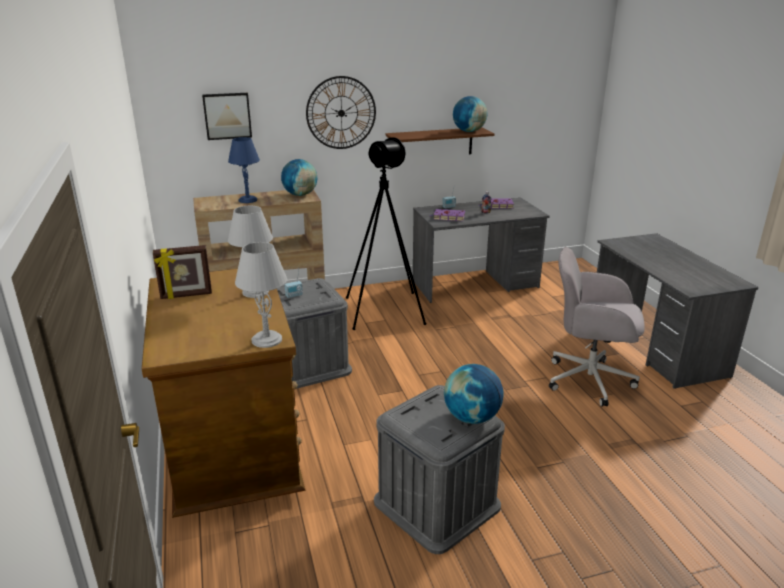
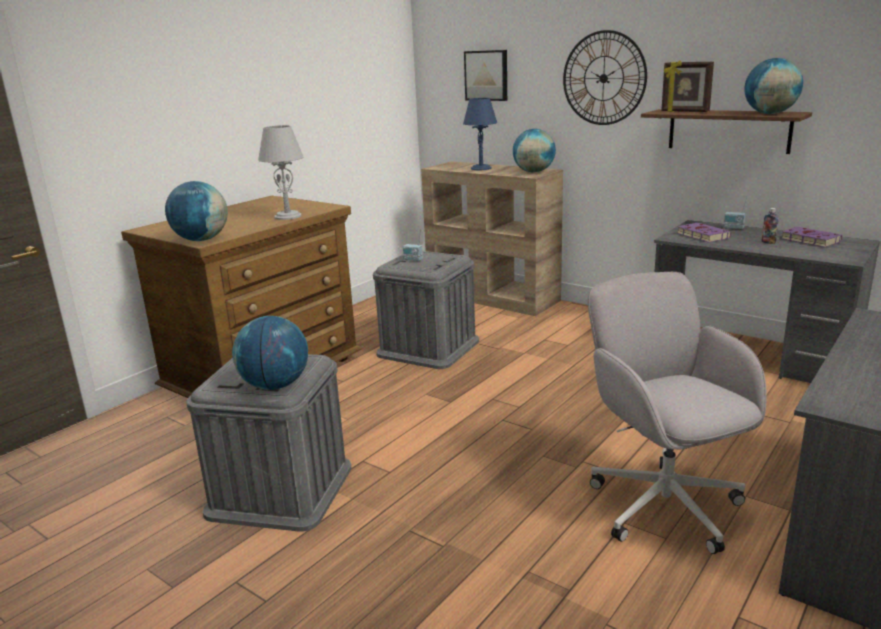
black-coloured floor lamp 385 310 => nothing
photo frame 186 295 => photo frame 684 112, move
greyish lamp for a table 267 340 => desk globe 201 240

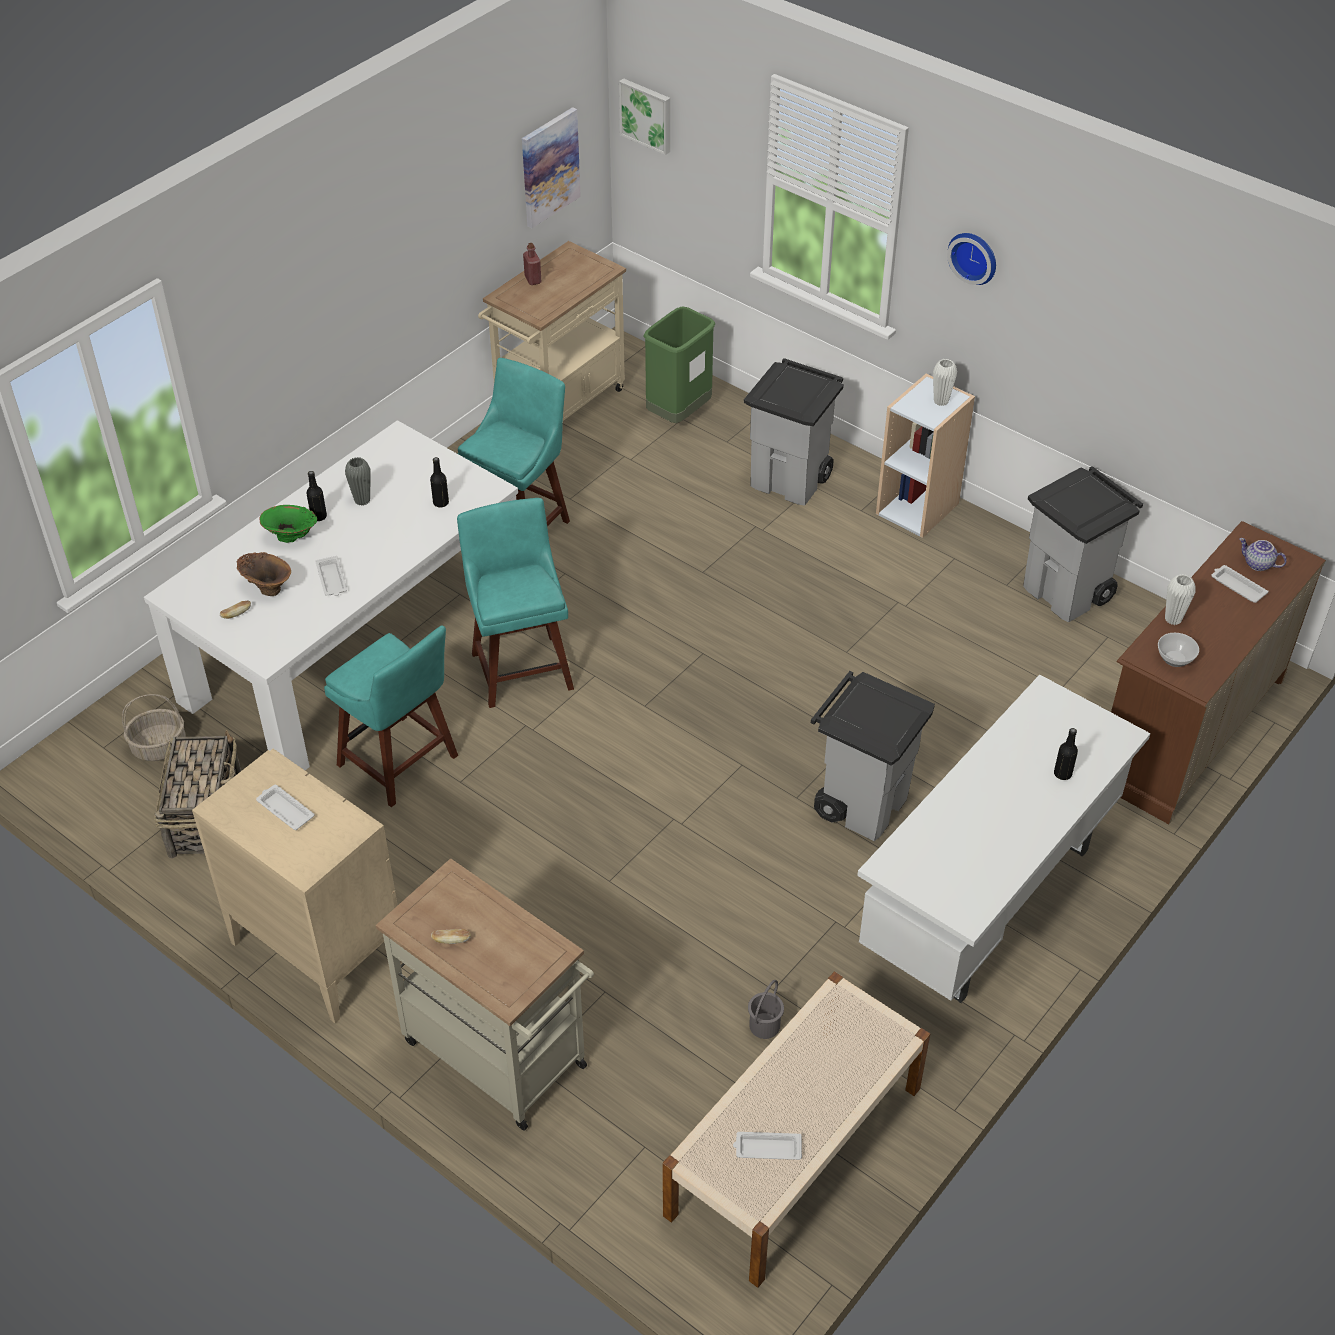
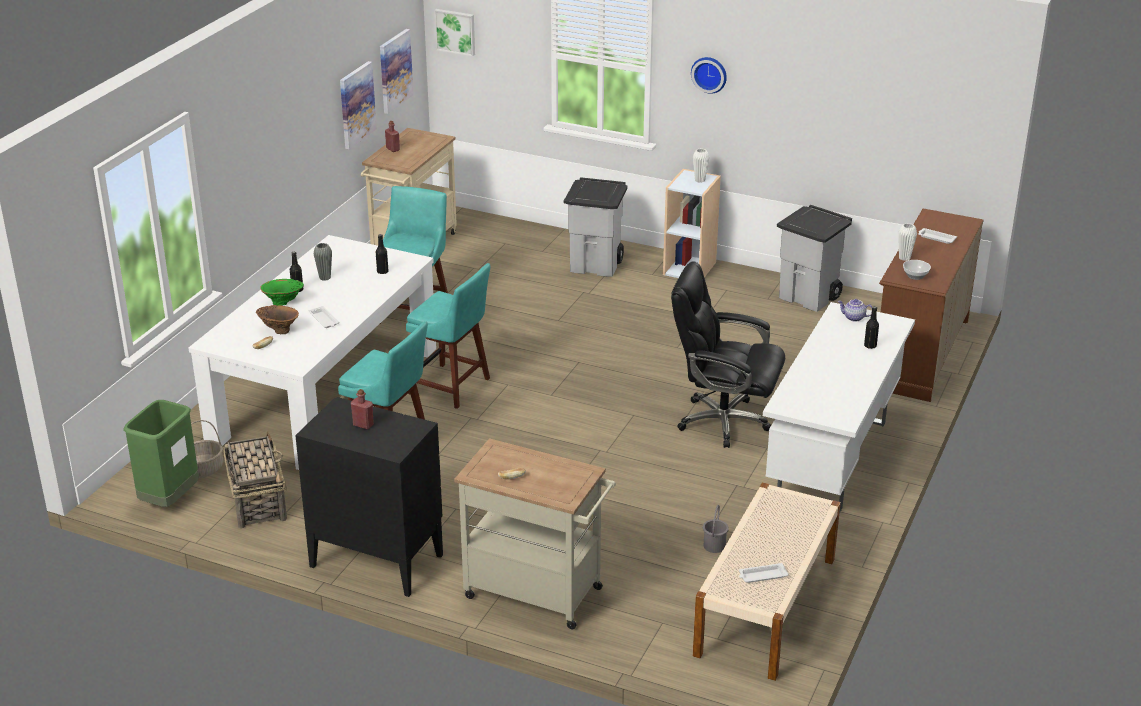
nothing => wall art 356 104
greenish waste bin 679 414 => greenish waste bin 170 500, move
teapot 1257 564 => teapot 854 318, move
whitish serving tray 285 810 => red drink bottle 363 425
greyish waste bin 862 803 => black-coloured office chair 725 422
beige-coloured dresser 318 949 => black-coloured dresser 377 559
turquoise-coloured upright chair 521 666 => turquoise-coloured upright chair 453 387, 150 degrees clockwise

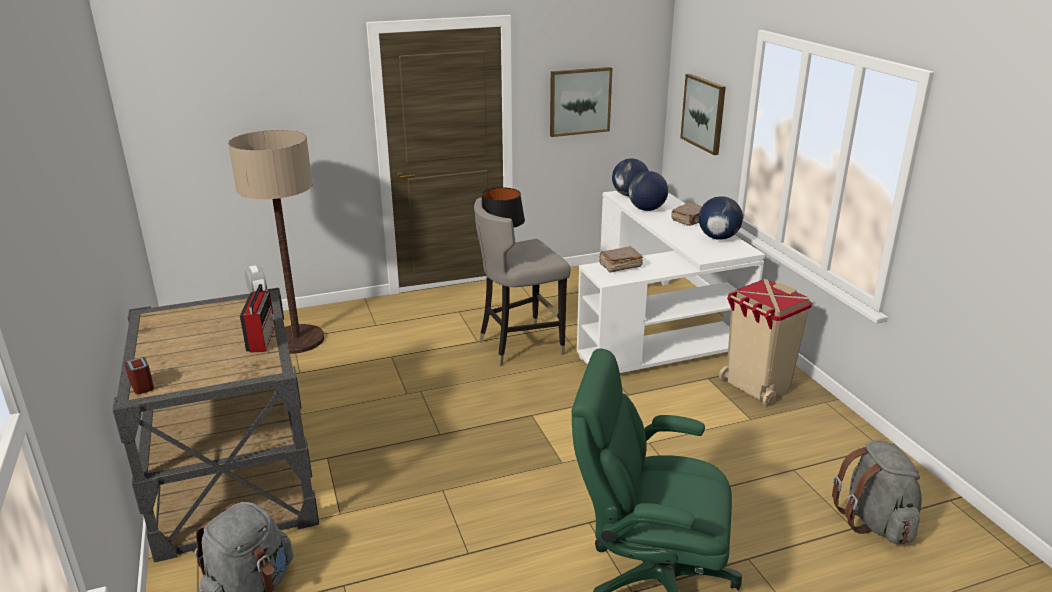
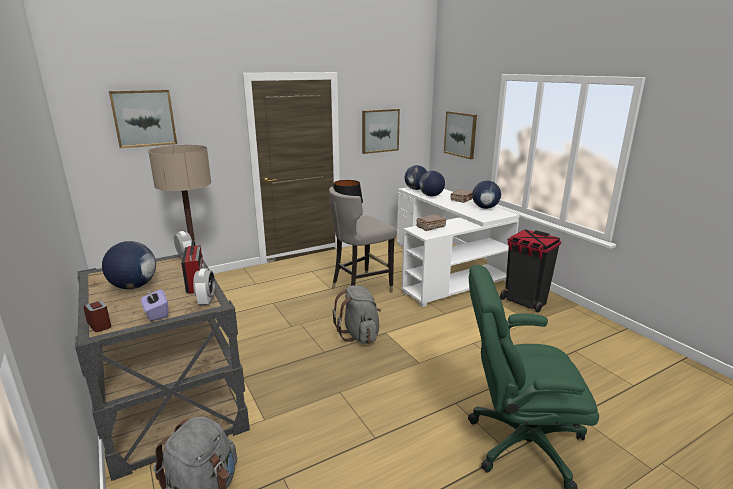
nothing => desk globe 133 286
nothing => wall art 144 118
nothing => purple-coloured box of tissues 156 314
nothing => bedside clock 206 300
greyish rucksack 875 521 => greyish rucksack 359 335, move
beige-coloured waste bin 756 388 => black-coloured waste bin 525 302

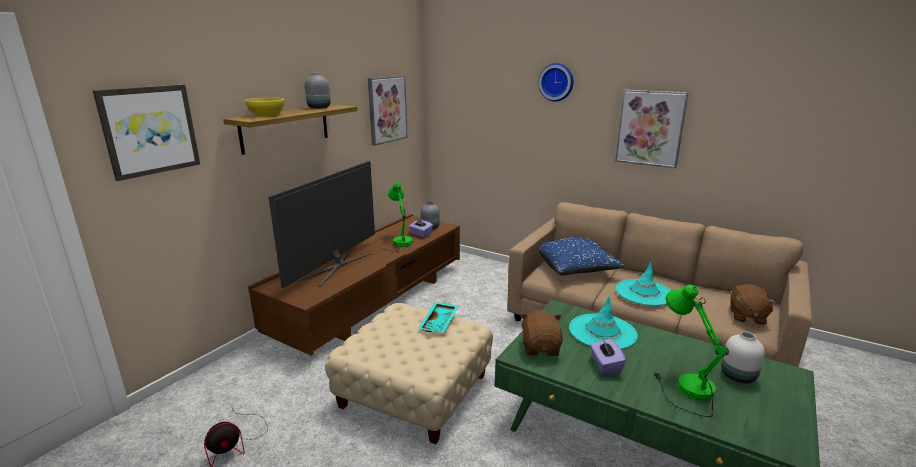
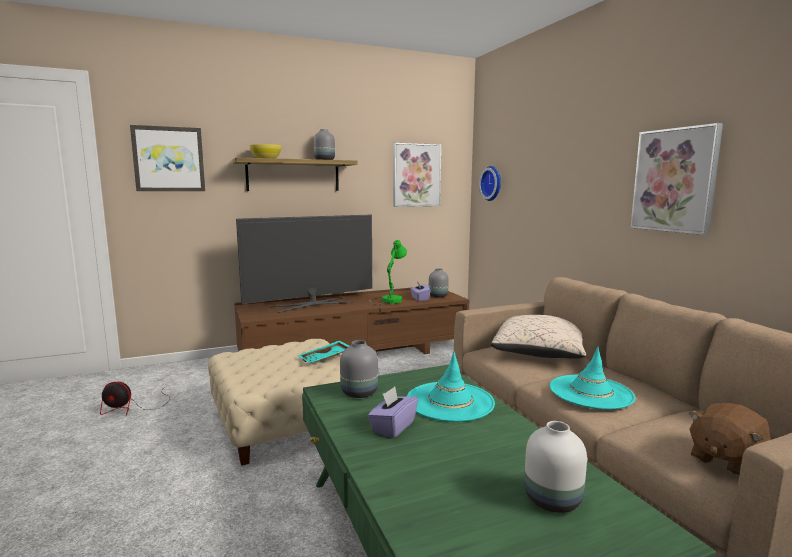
greenish lamp for a table 682 388 => nothing
hanging clock 556 82 => hanging clock 492 183, move
brown-coloured cuddly toy 541 348 => greyish vase 358 393
blue-coloured throw pillow 576 268 => beige-coloured throw pillow 540 353

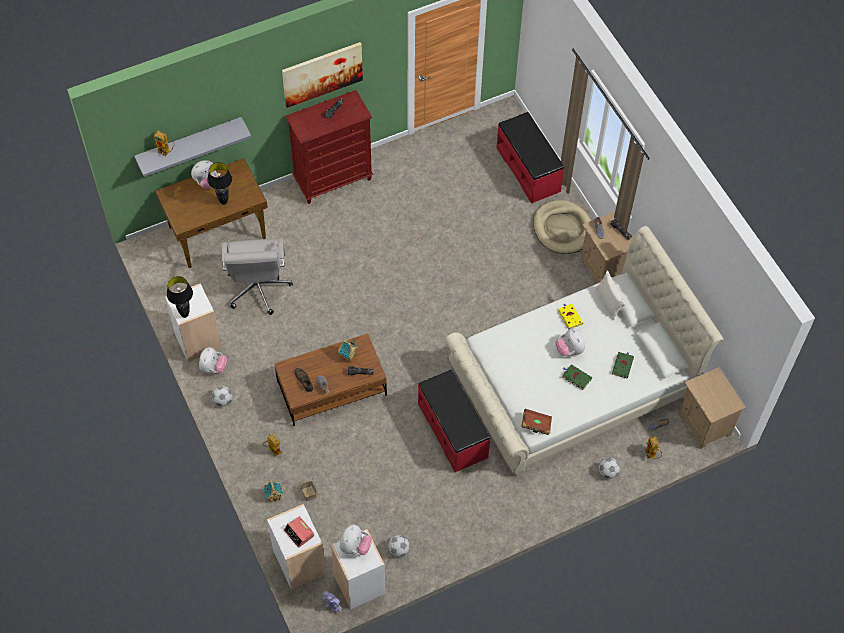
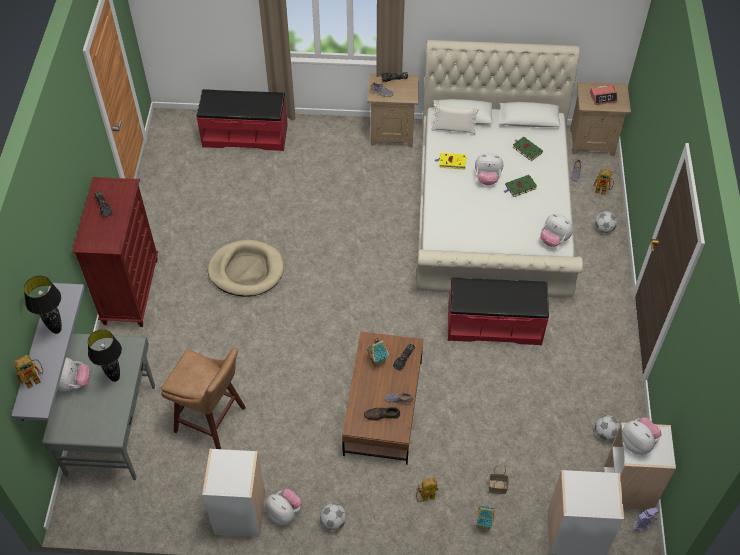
wall art 322 74 => nothing
black-coloured lamp for a table 184 315 => black-coloured lamp for a table 56 330, move
bedside clock 299 533 => bedside clock 603 97, move
beige-coloured dog bed 562 229 => beige-coloured dog bed 246 270, move
greyish office chair 258 287 => brown-coloured sitting stool 212 421
brown-coloured book 536 425 => cuddly toy 554 240
brown-coloured desk unit 218 233 => greyish desk unit 113 429

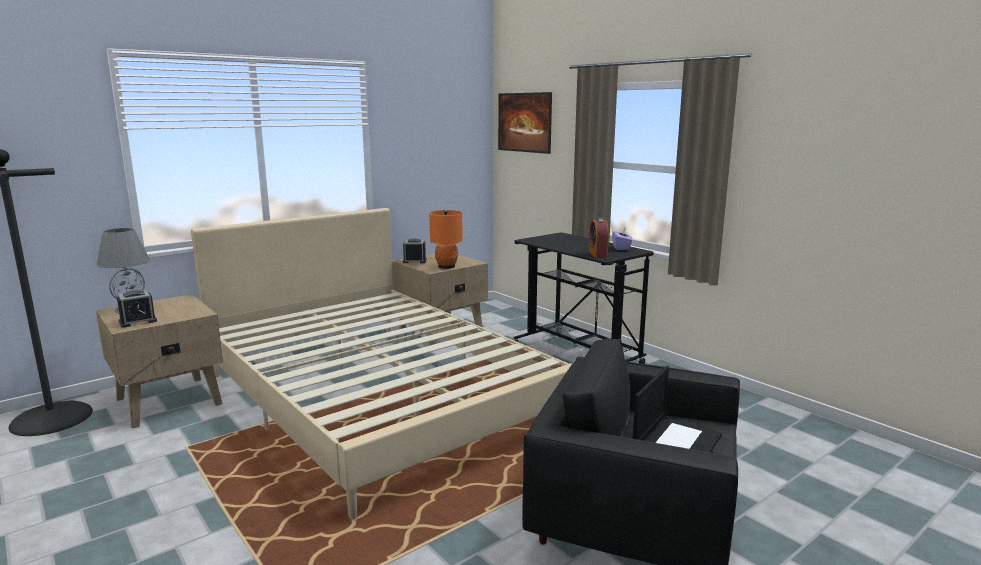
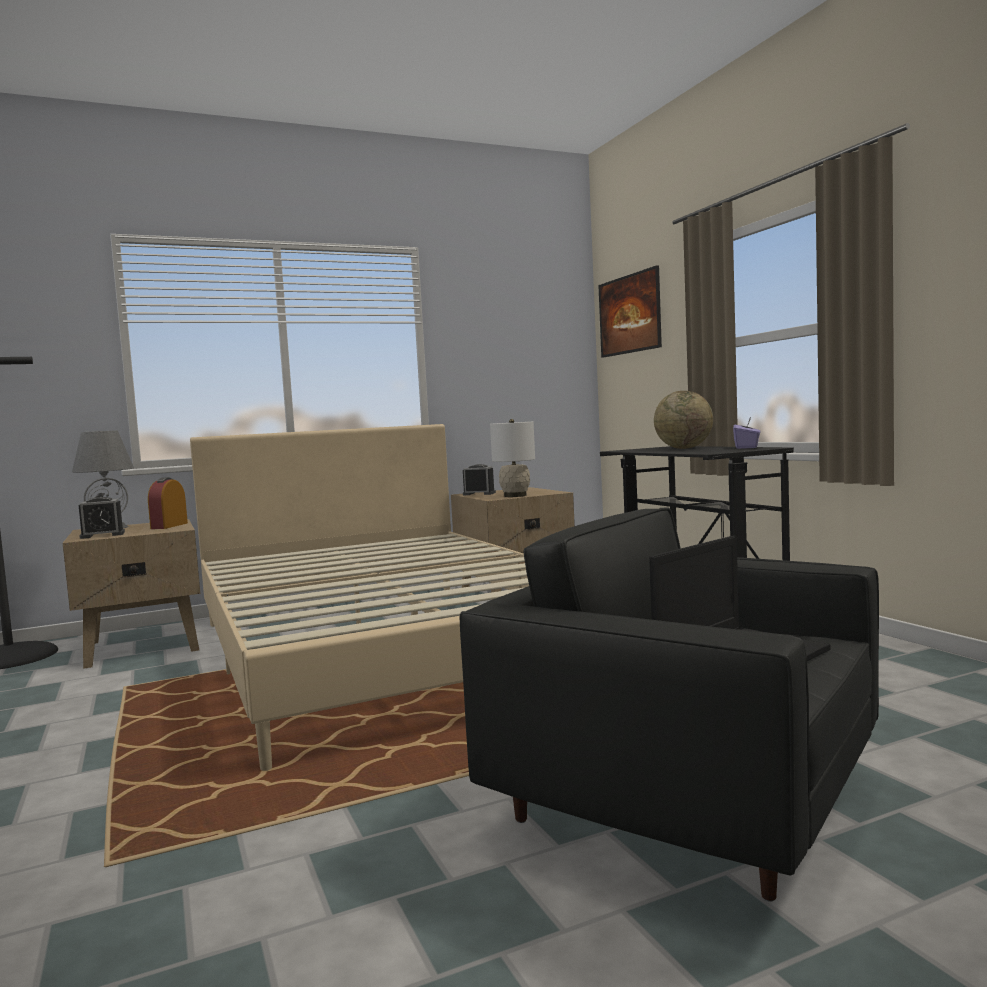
nothing => desk globe 684 448
bedside clock 598 254 => bedside clock 169 526, move
orangey lamp for a table 446 266 => whitish lamp for a table 515 495

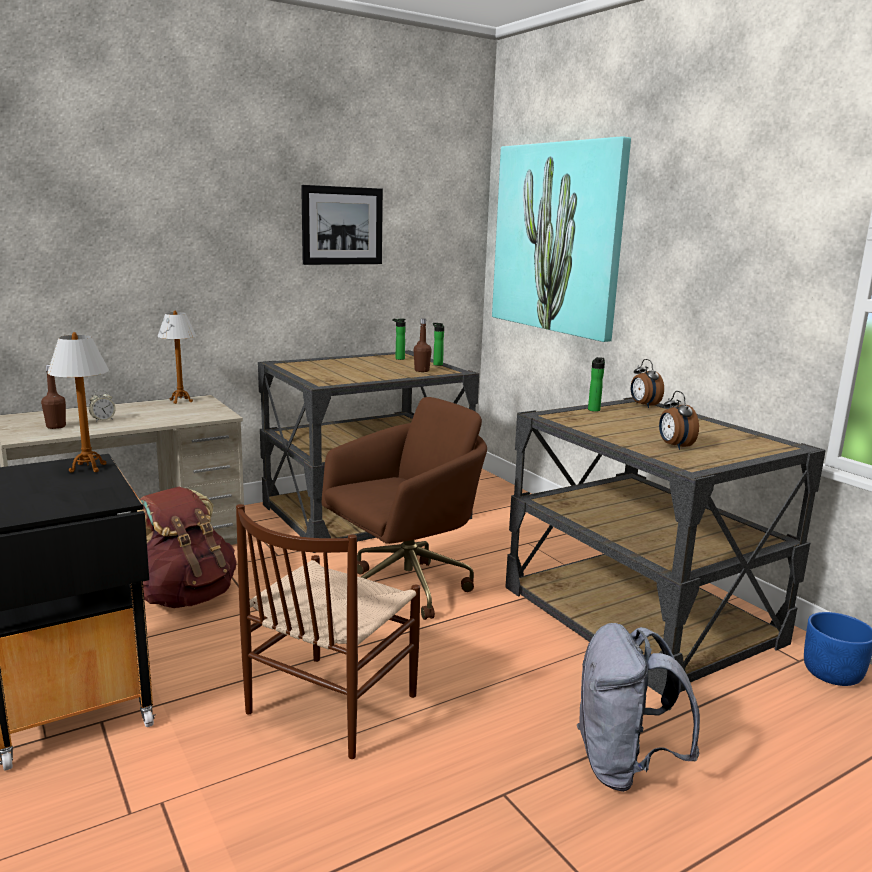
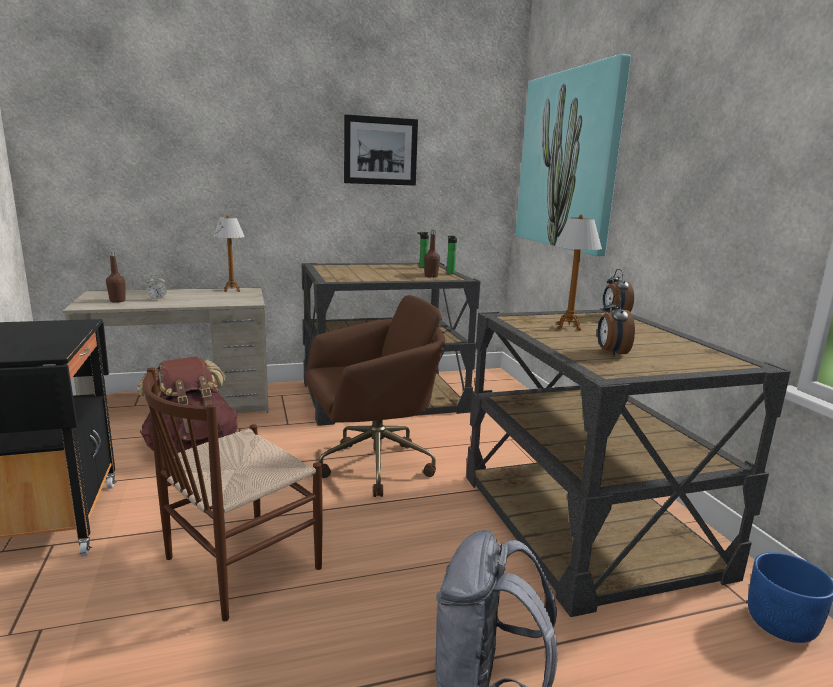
drink bottle 594 409 => nothing
lamp for a table 88 468 => lamp for a table 568 327, move

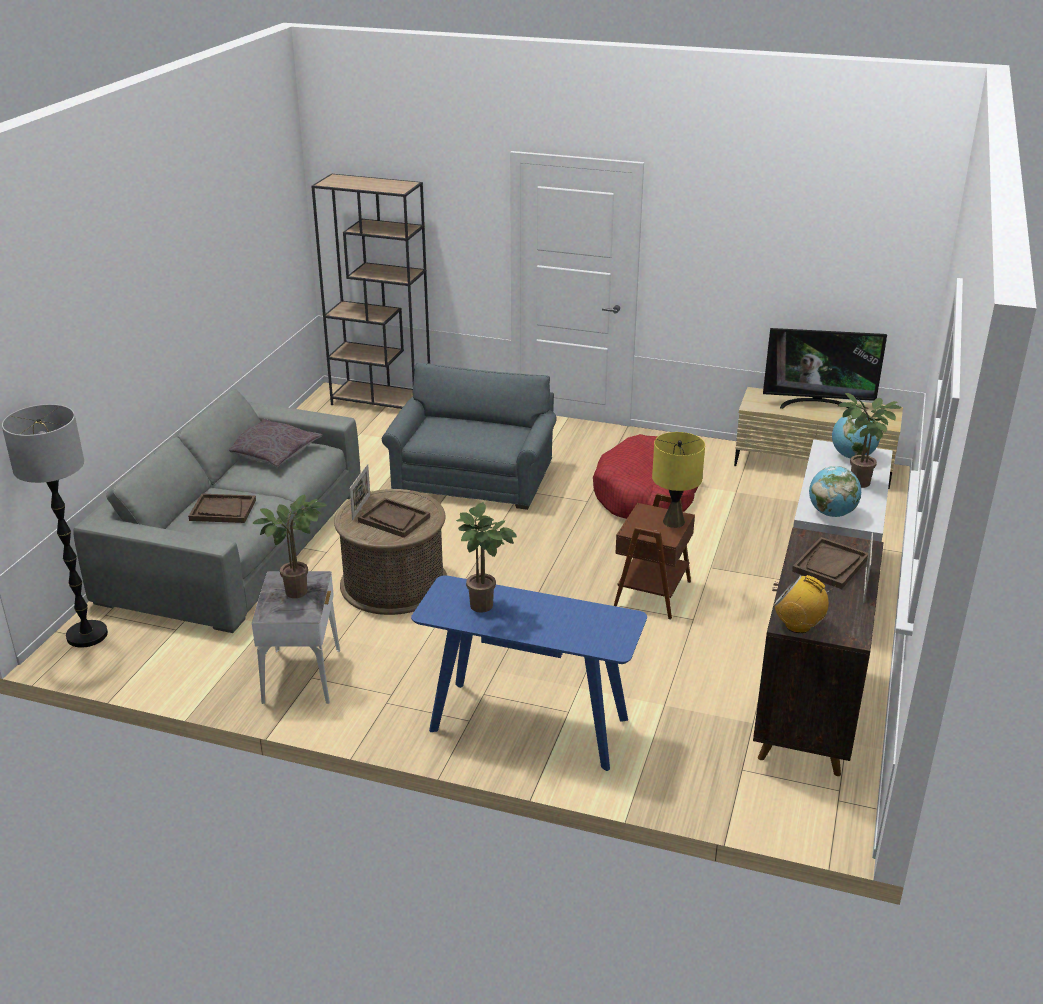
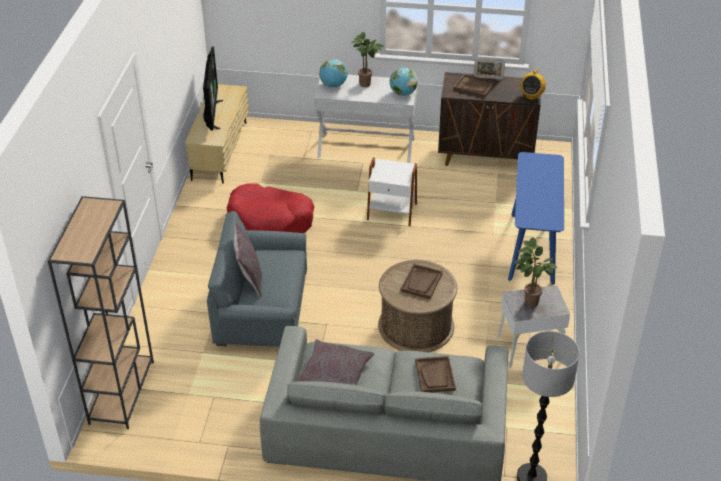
photo frame 361 507 => nothing
plant in a pot 484 607 => nothing
yellow-coloured lamp for a table 673 521 => nothing
nothing => greyish throw pillow 249 278
brown-coloured accent table 650 593 => whitish accent table 392 212

